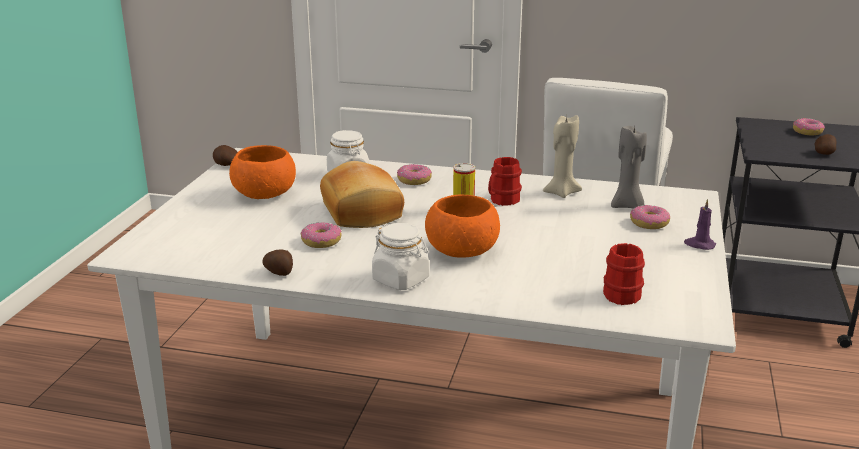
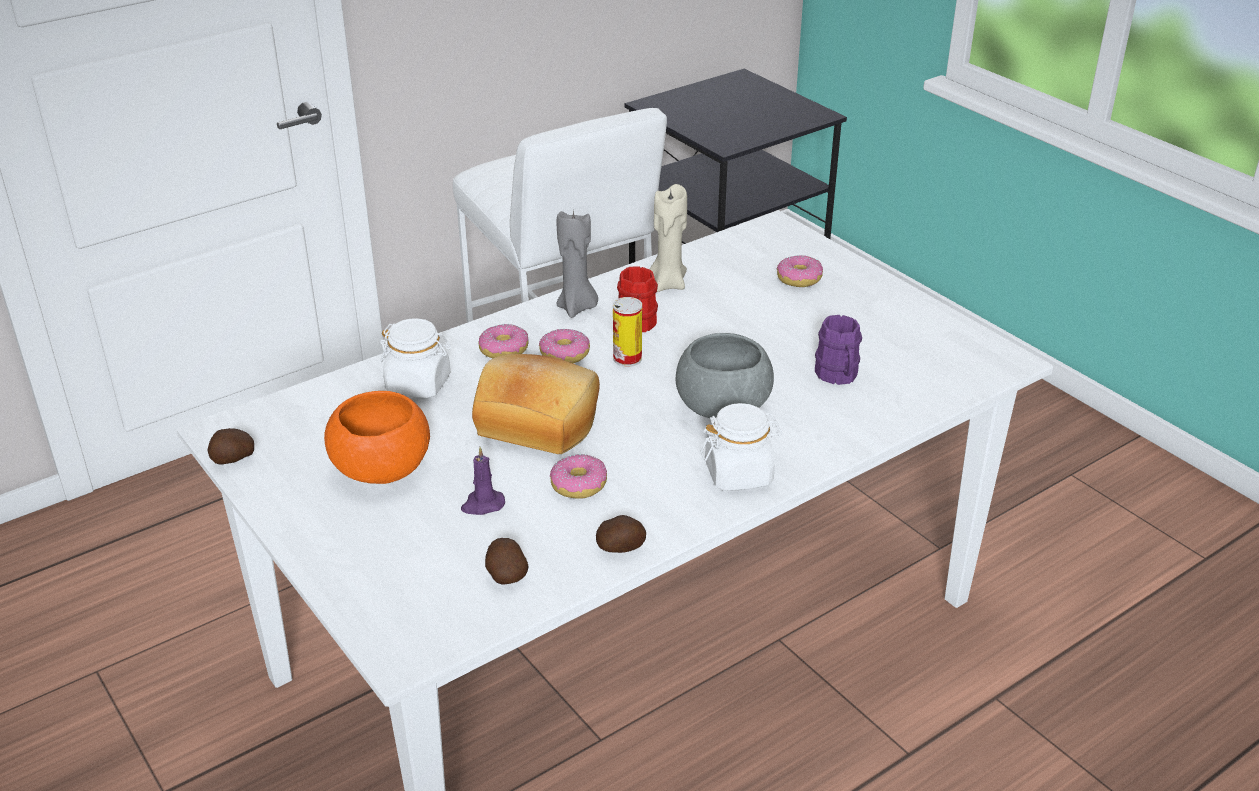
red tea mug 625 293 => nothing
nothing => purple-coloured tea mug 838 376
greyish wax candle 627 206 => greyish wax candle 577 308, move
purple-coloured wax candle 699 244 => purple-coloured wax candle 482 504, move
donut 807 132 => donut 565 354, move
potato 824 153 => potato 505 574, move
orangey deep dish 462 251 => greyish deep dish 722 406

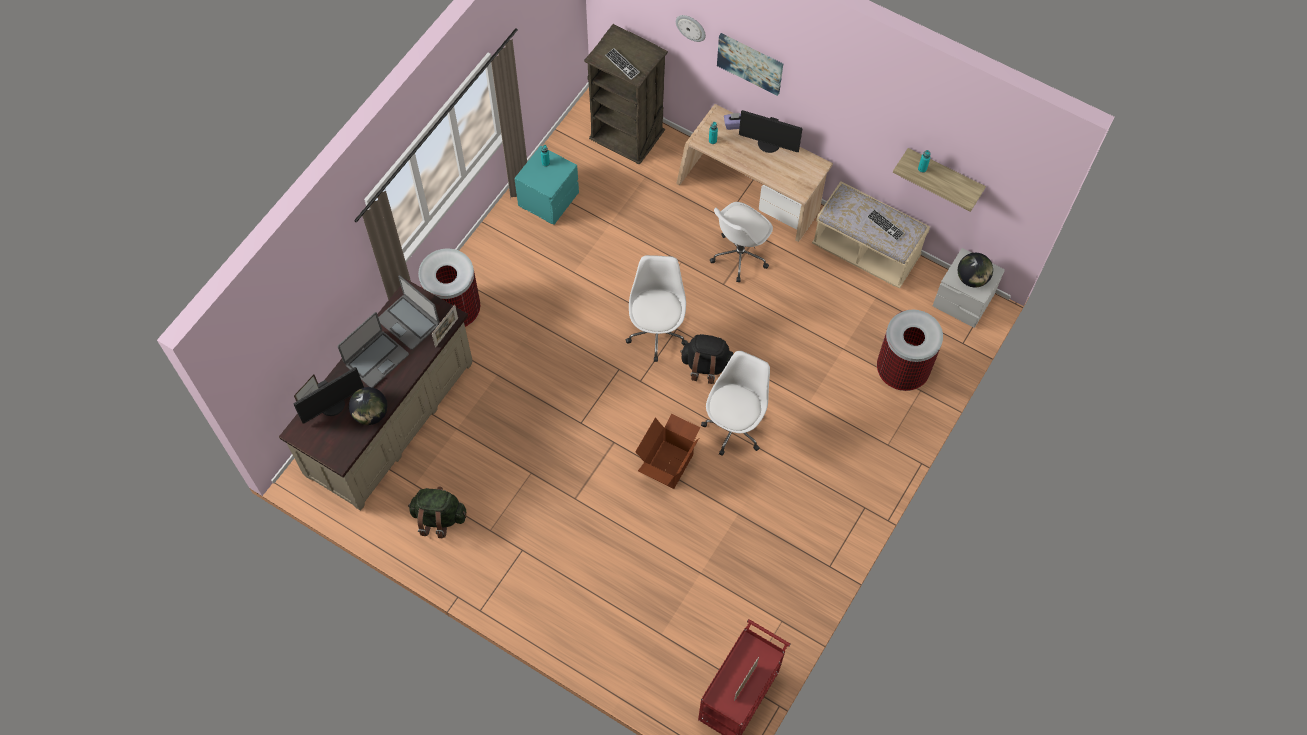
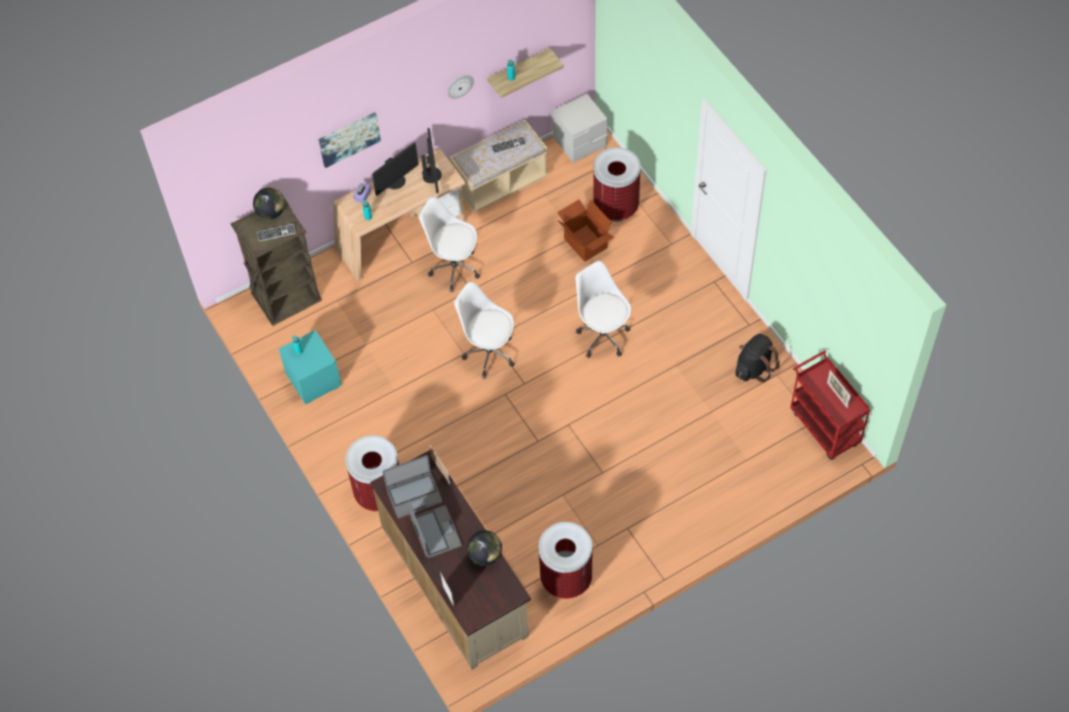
computer screen 333 405 => computer screen 432 175, move
cardboard box 667 464 => cardboard box 585 243, move
hanging clock 691 27 => hanging clock 459 86, move
black-coloured rucksack 706 366 => black-coloured rucksack 754 368, move
desk globe 971 278 => desk globe 271 212, move
greenish rucksack 439 518 => waste bin 566 579
whitish office chair 738 258 => whitish office chair 453 269, 135 degrees clockwise

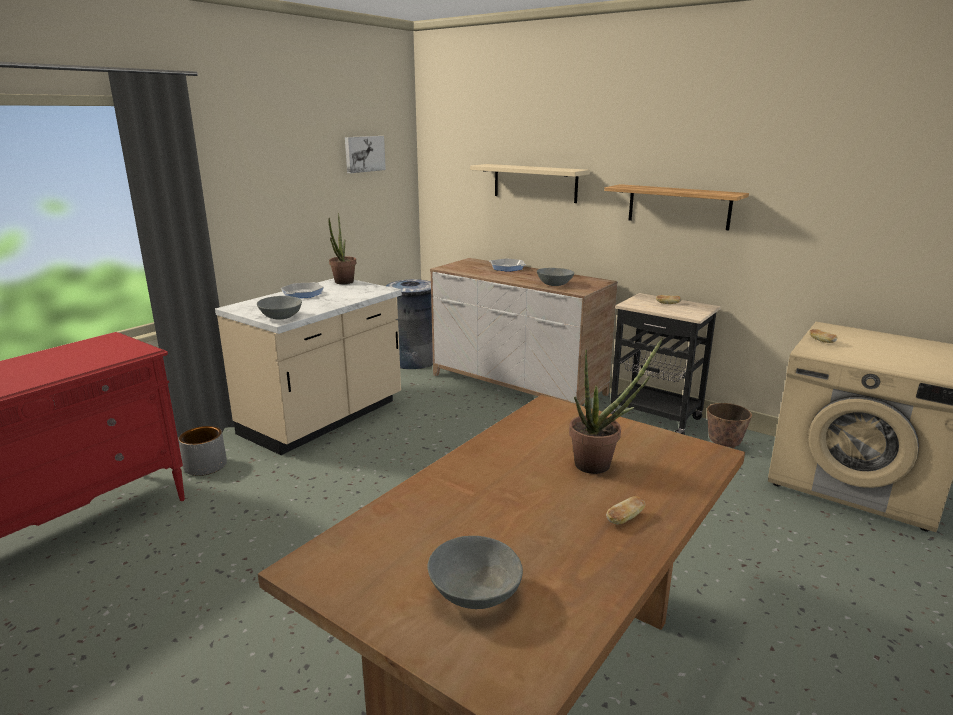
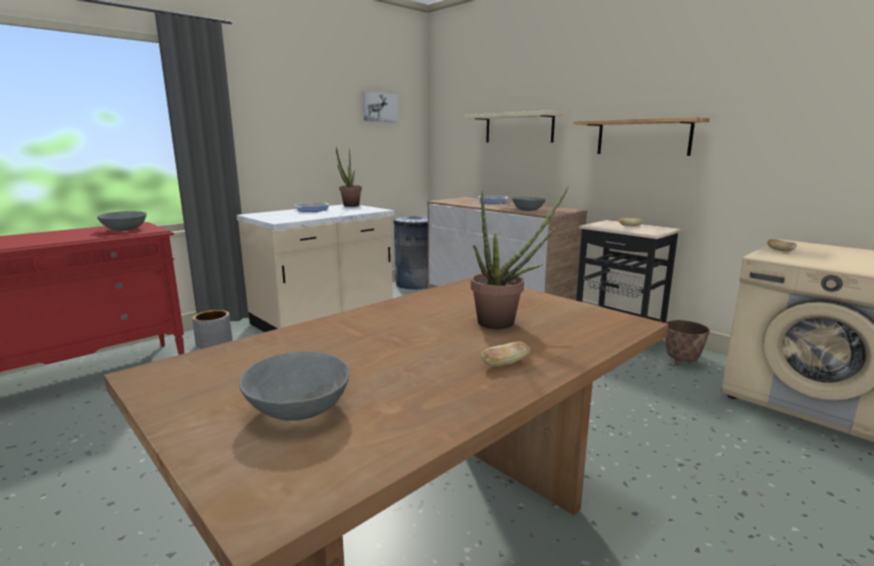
greyish deep dish 280 317 => greyish deep dish 124 230, move

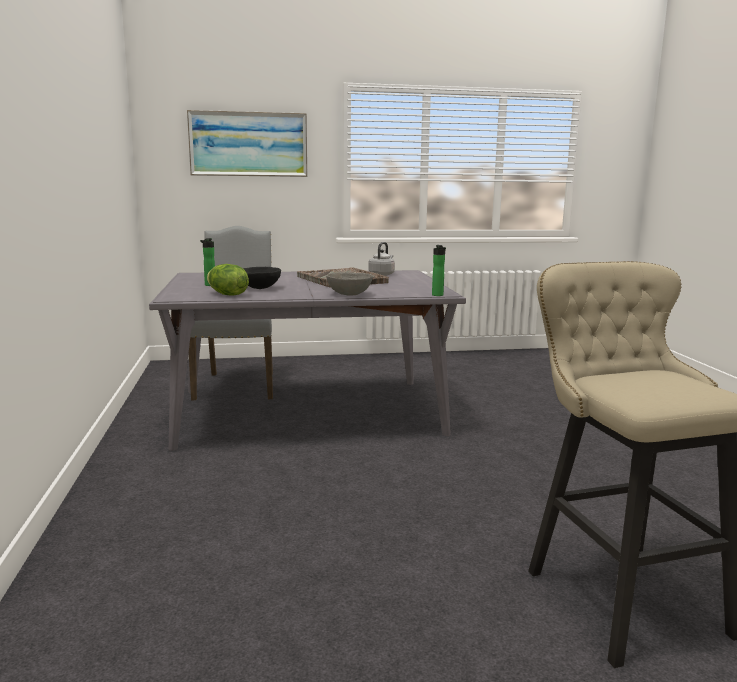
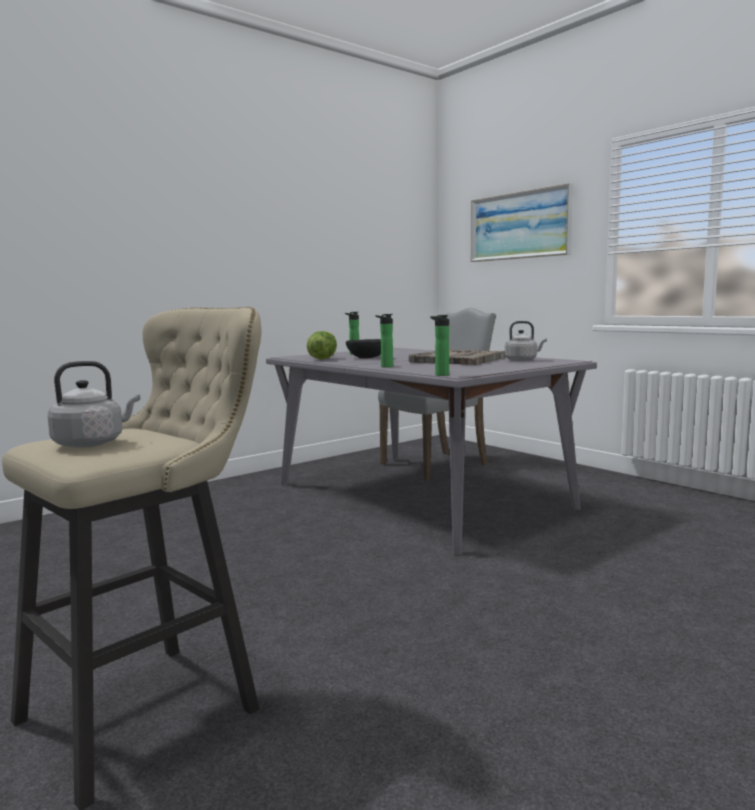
nothing => greyish kettle 92 443
greyish deep dish 348 294 => drink bottle 385 366

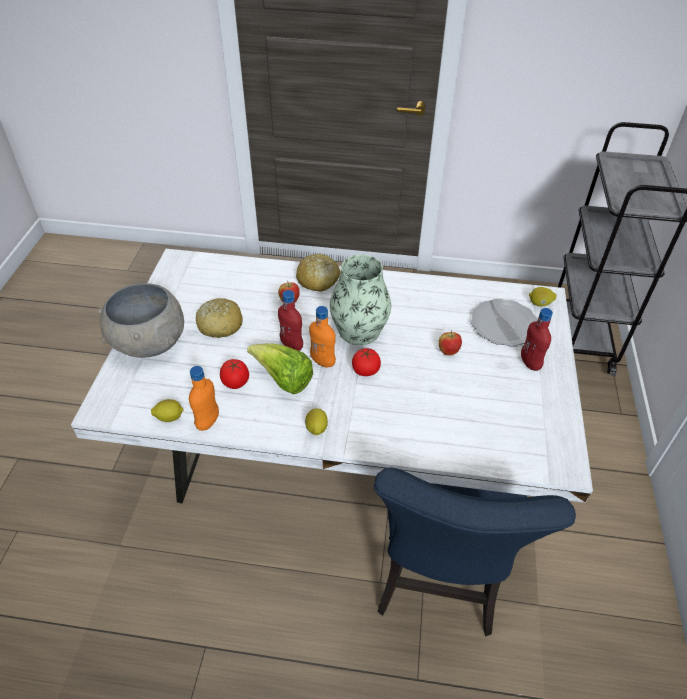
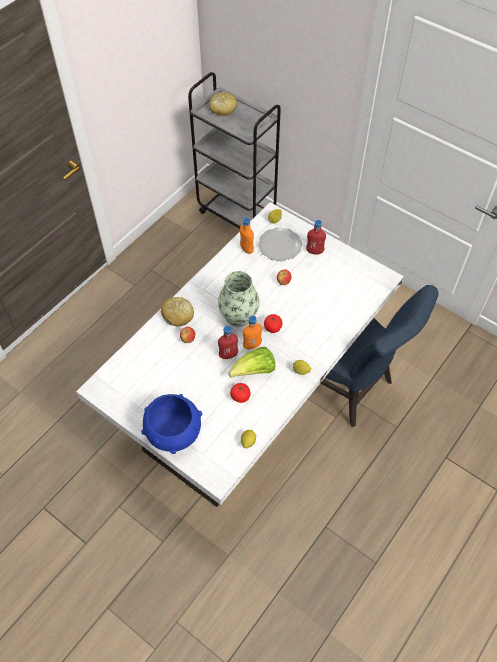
orangey drink bottle 208 422 => orangey drink bottle 246 249, move
bread 220 325 => bread 223 108, move
greyish deep dish 149 342 => blue-coloured deep dish 173 433

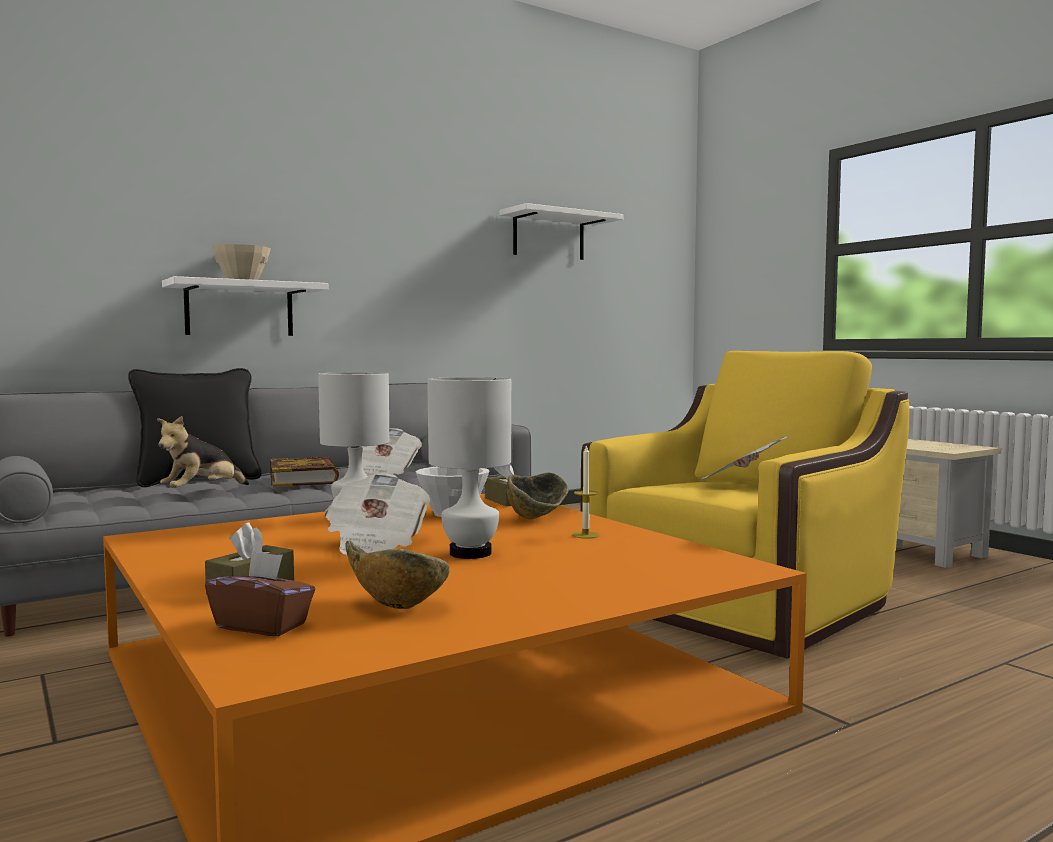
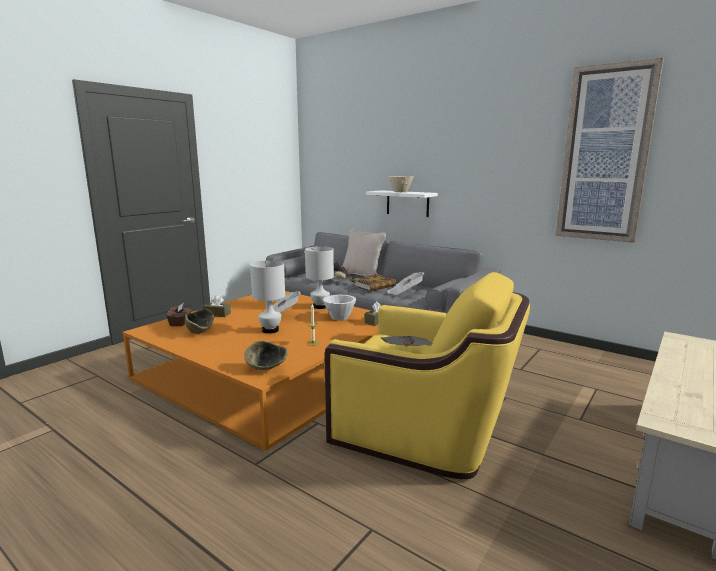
deep dish 536 518 => deep dish 267 370, move
whitish wall shelf 548 236 => wall art 605 155
black-coloured throw pillow 198 480 => beige-coloured throw pillow 362 276

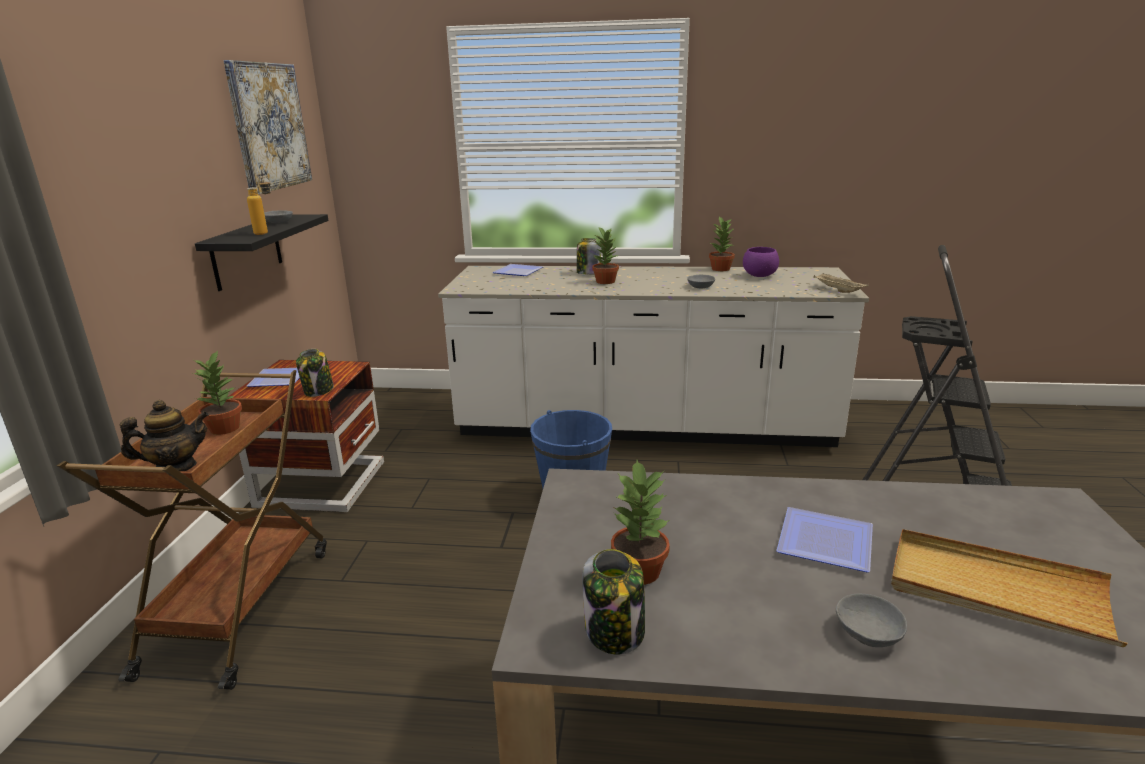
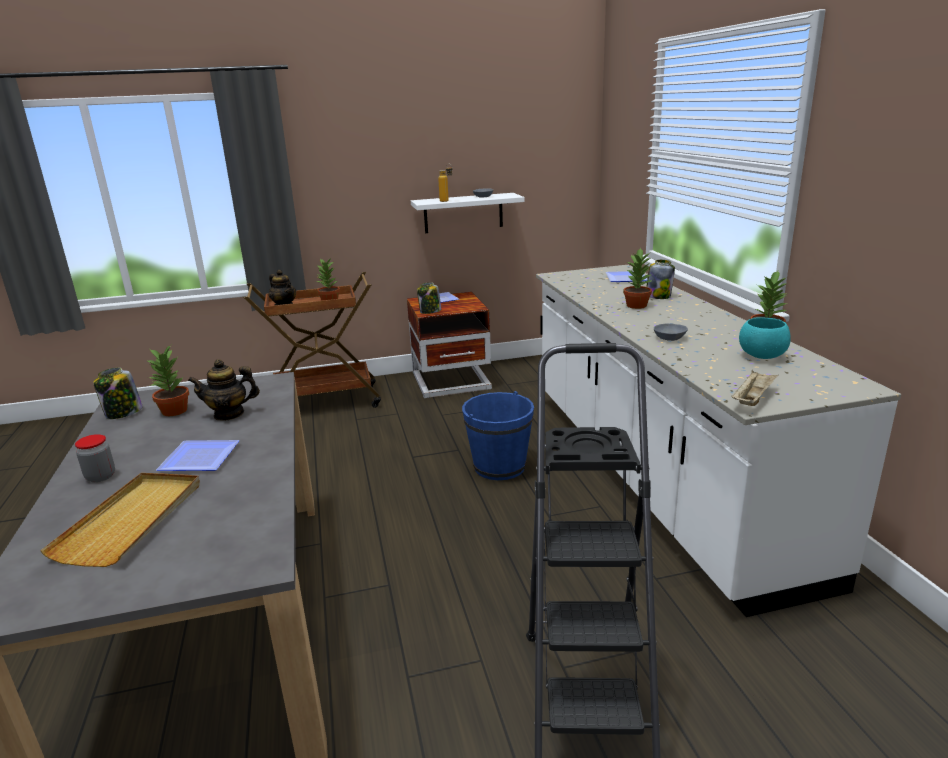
wall art 269 126 => nothing
nothing => teapot 229 414
greyish deep dish 870 633 => preserve jar 100 476
black-coloured wall shelf 247 251 => whitish wall shelf 463 213
purple-coloured deep dish 759 276 => turquoise-coloured deep dish 762 356

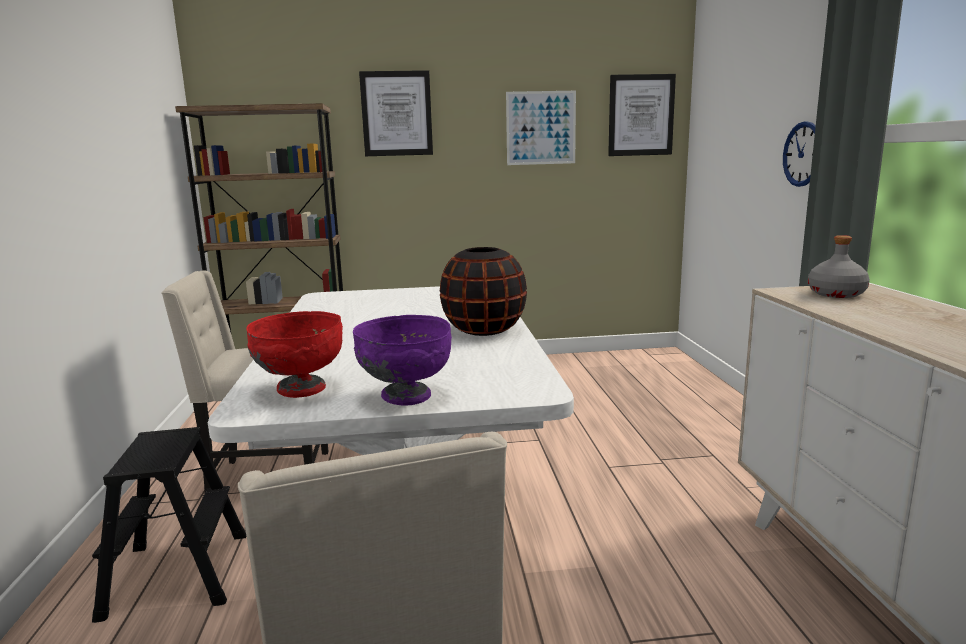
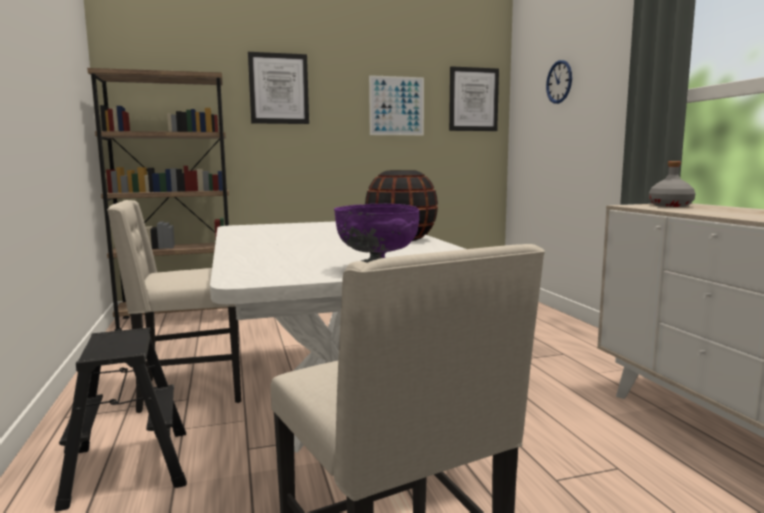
red deep dish 300 389 => nothing
hanging clock 803 154 => hanging clock 559 82, move

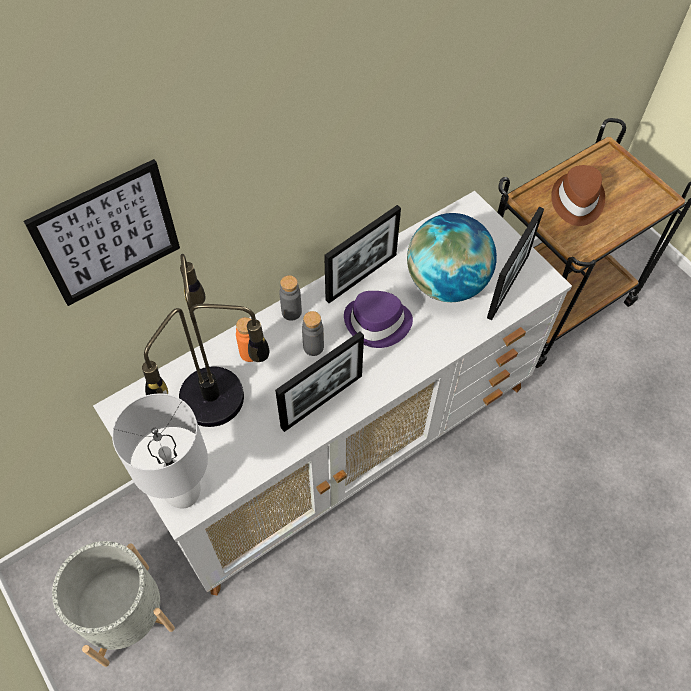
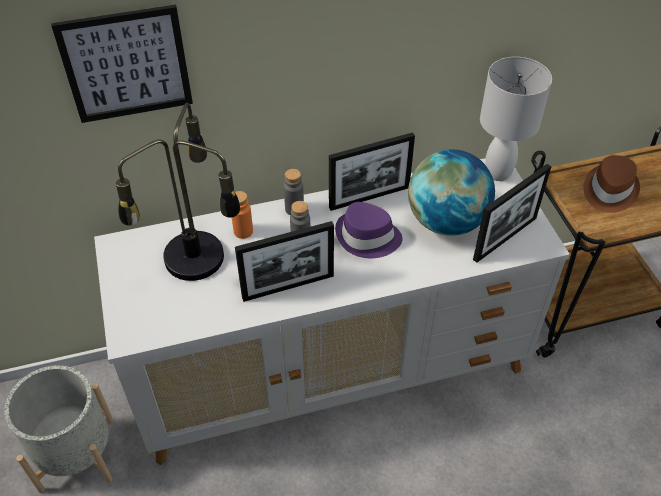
whitish lamp for a table 183 495 => whitish lamp for a table 497 173, move

